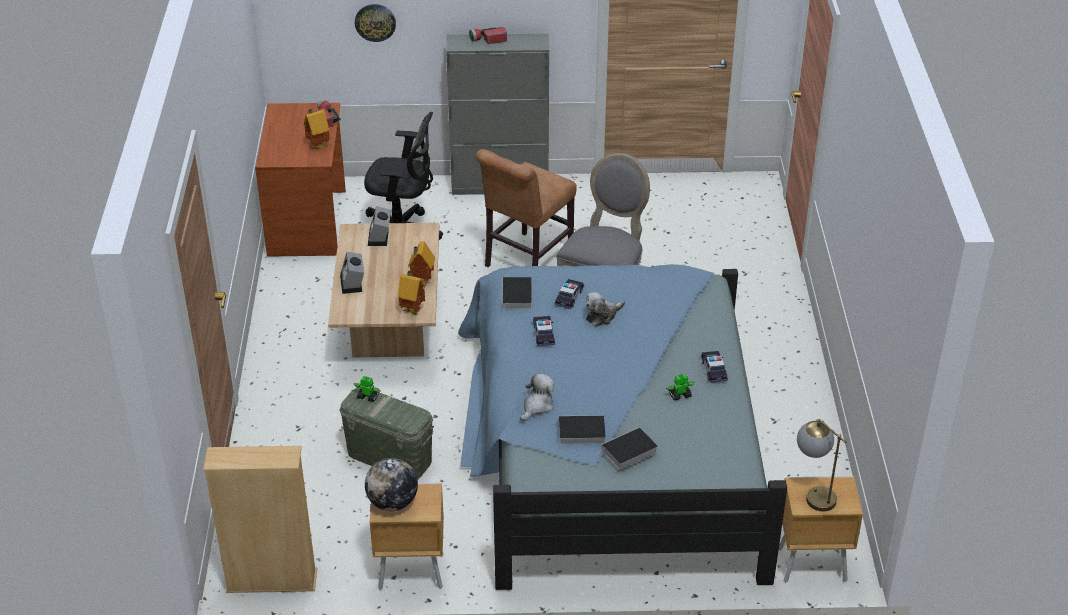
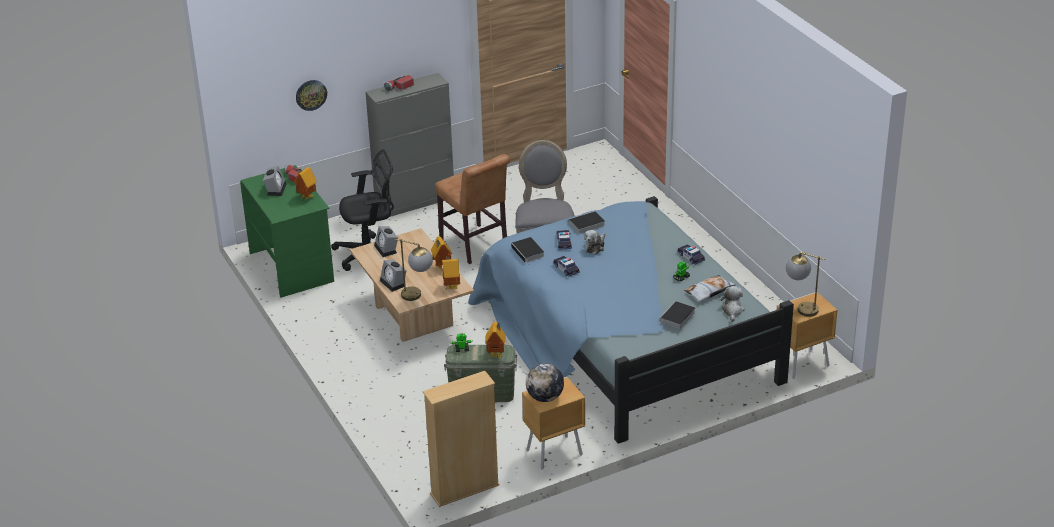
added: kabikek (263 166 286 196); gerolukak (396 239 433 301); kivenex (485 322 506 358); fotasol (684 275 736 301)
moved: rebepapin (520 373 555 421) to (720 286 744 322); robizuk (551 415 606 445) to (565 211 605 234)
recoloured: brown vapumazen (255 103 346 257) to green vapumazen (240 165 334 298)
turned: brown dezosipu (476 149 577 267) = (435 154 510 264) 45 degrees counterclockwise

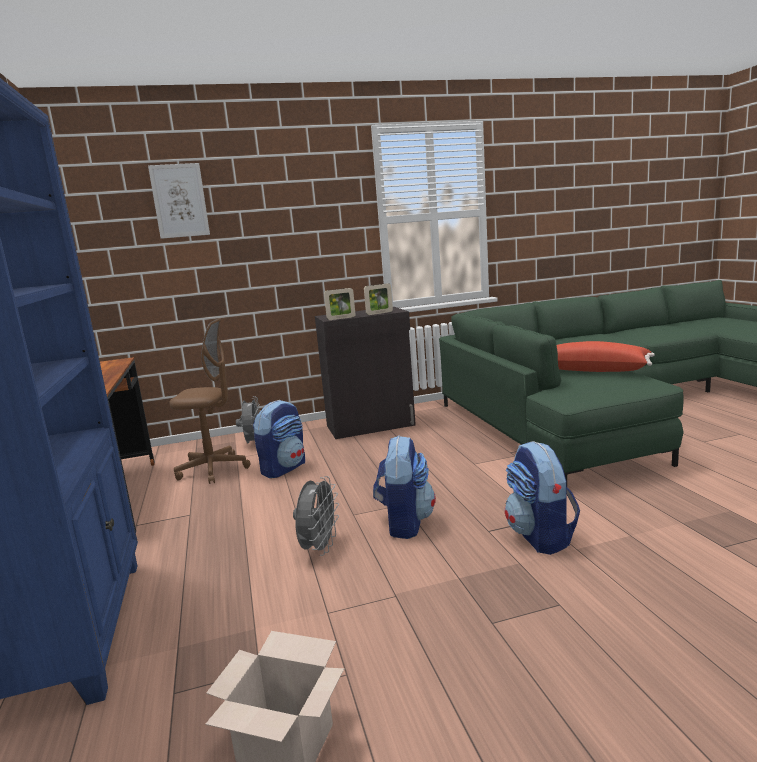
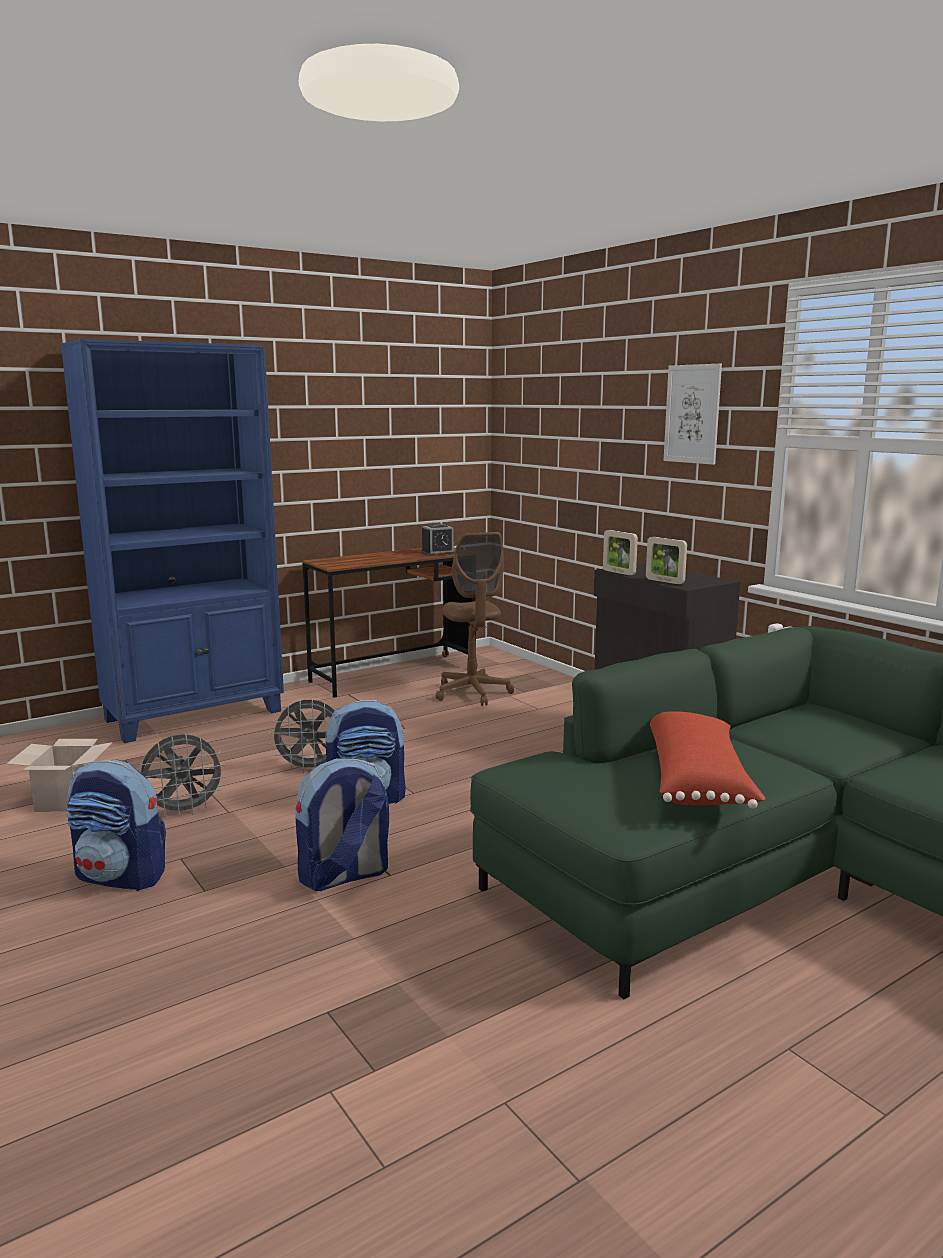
added: kabikek (421 523 455 556)
moved: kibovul (148 163 210 239) to (664 364 722 465); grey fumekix (236 396 261 443) to (140 734 227 817); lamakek (253 400 305 478) to (67 759 166 891)

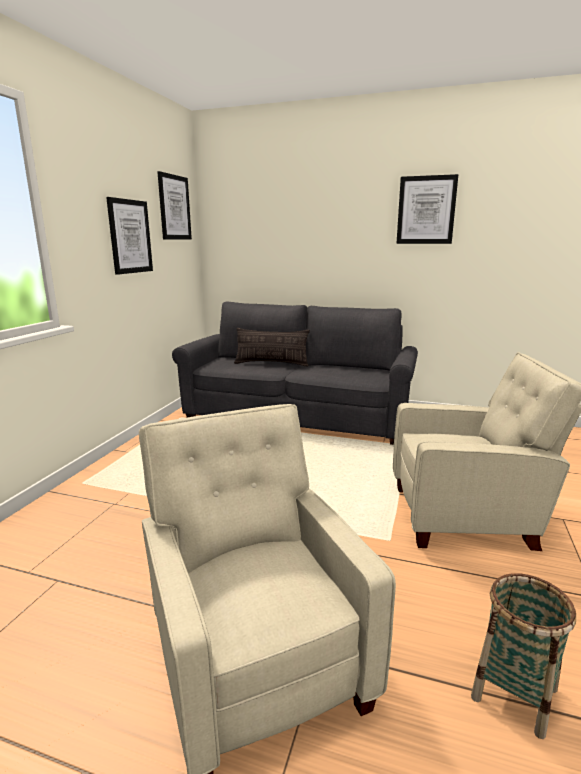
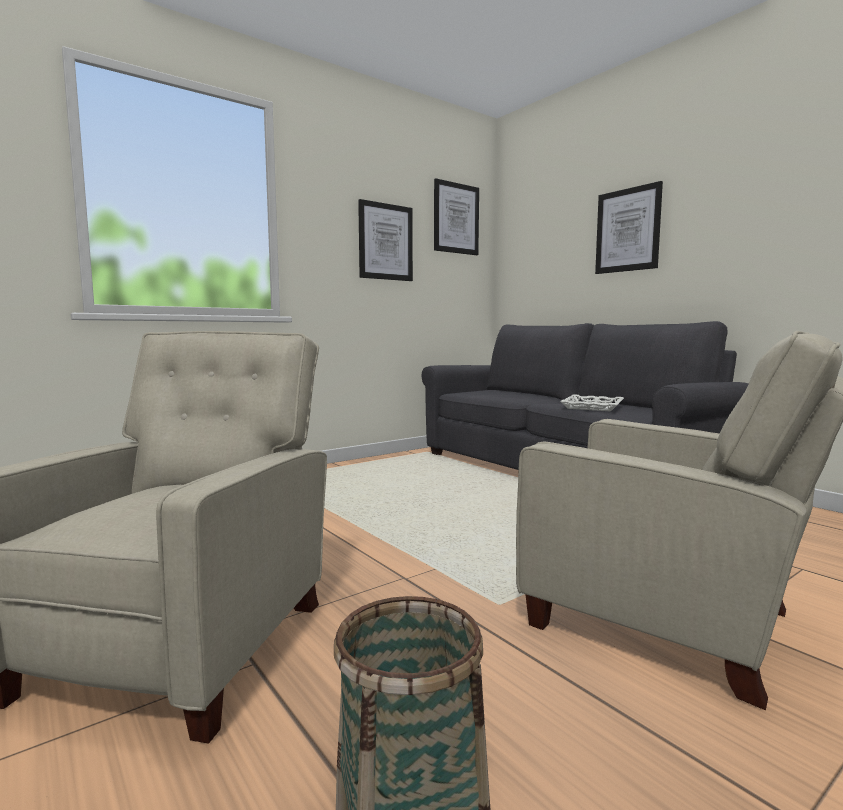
removed: fotasol (234 328 310 366)
added: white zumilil (560 394 624 411)
moved: kibovul (396 174 458 244) to (595 181 663 274)

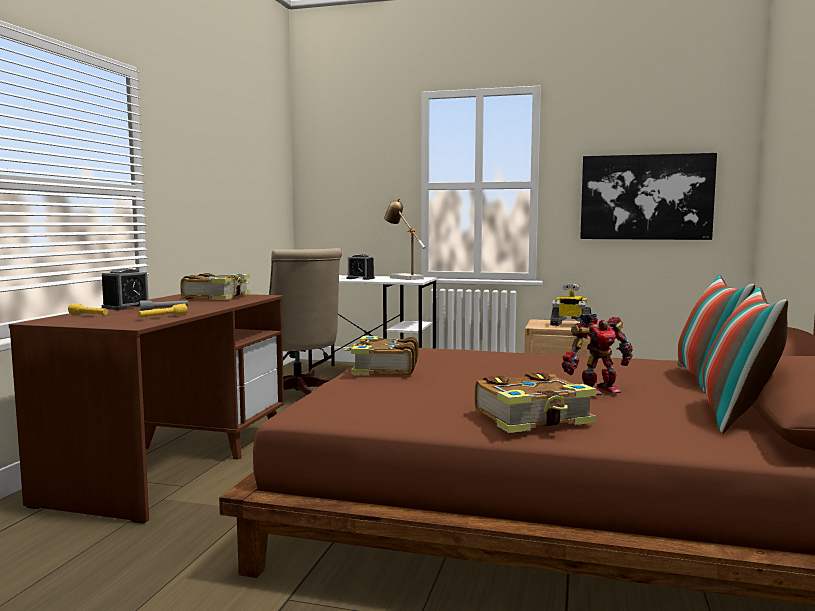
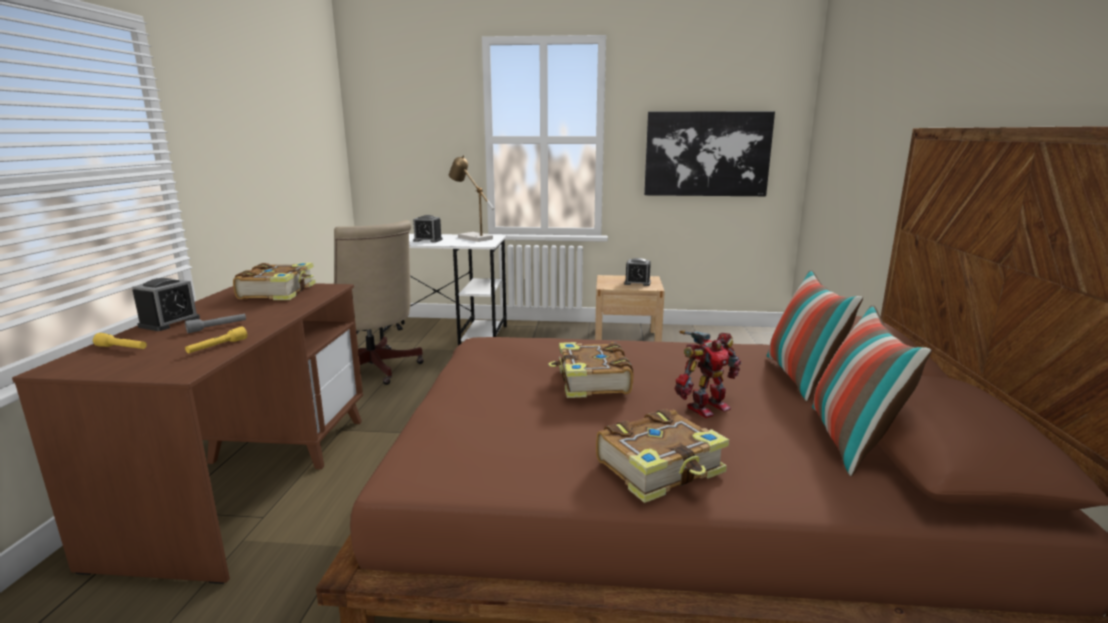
moved: robizuk (344 336 418 375) to (548 342 633 398)
replaced: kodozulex (550 283 591 326) to kabikek (624 258 651 286)

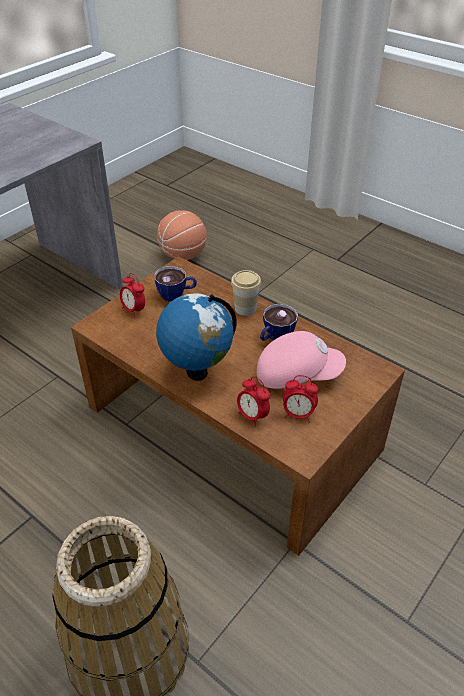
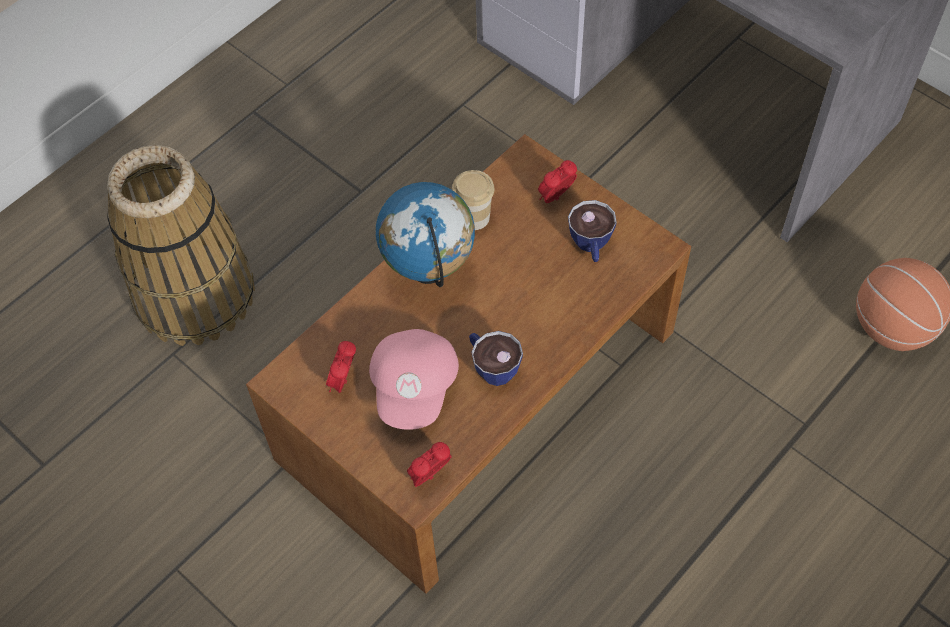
moved: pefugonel (231 270 261 316) to (452 170 494 230); kabikek (237 376 270 427) to (407 442 452 487)

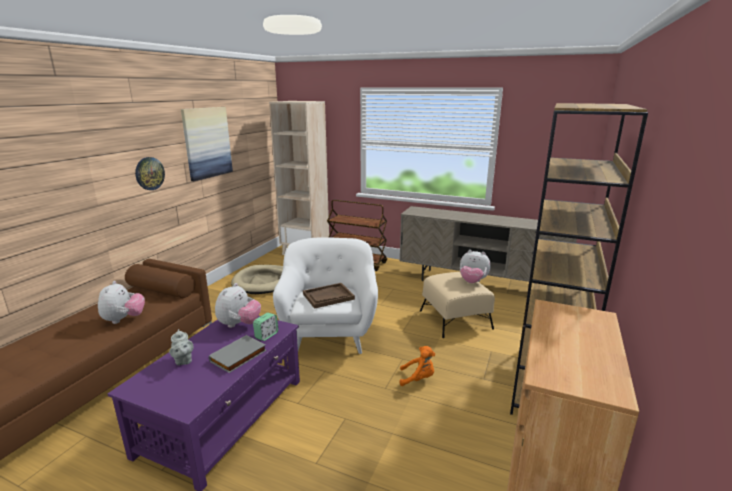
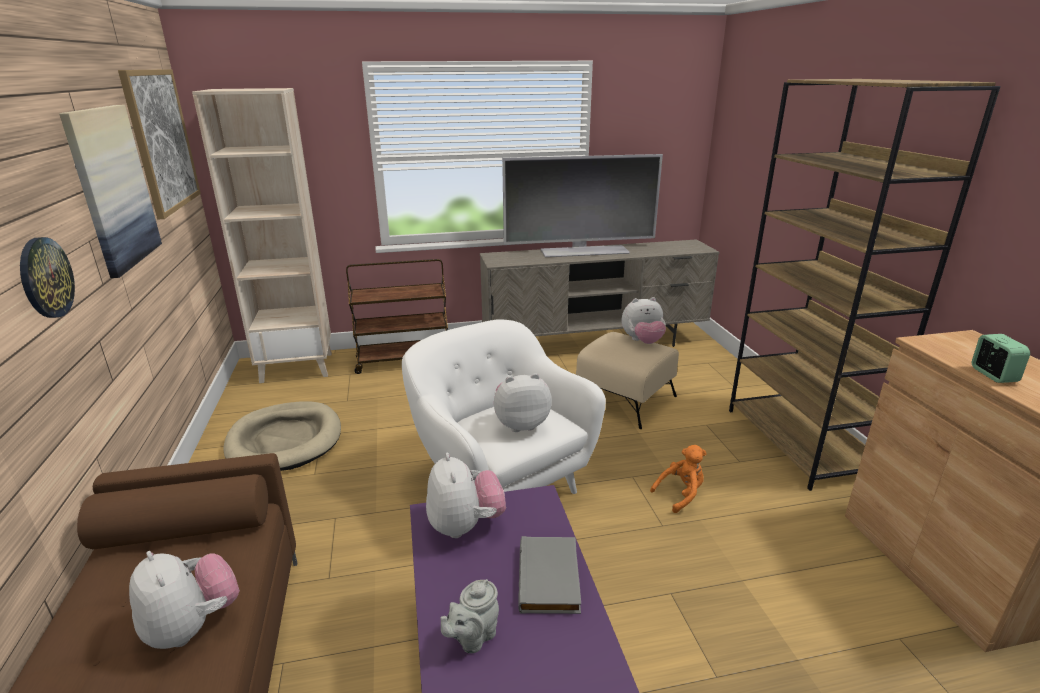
added: kibovul (118 69 201 219); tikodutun (502 154 663 257)
moved: kabikek (253 313 278 341) to (972 334 1030 383)
replaced: brown zumilil (303 283 355 309) to rebepapin (494 373 552 432)
turned: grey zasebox (169 329 194 365) = (441 579 499 653) 105 degrees clockwise

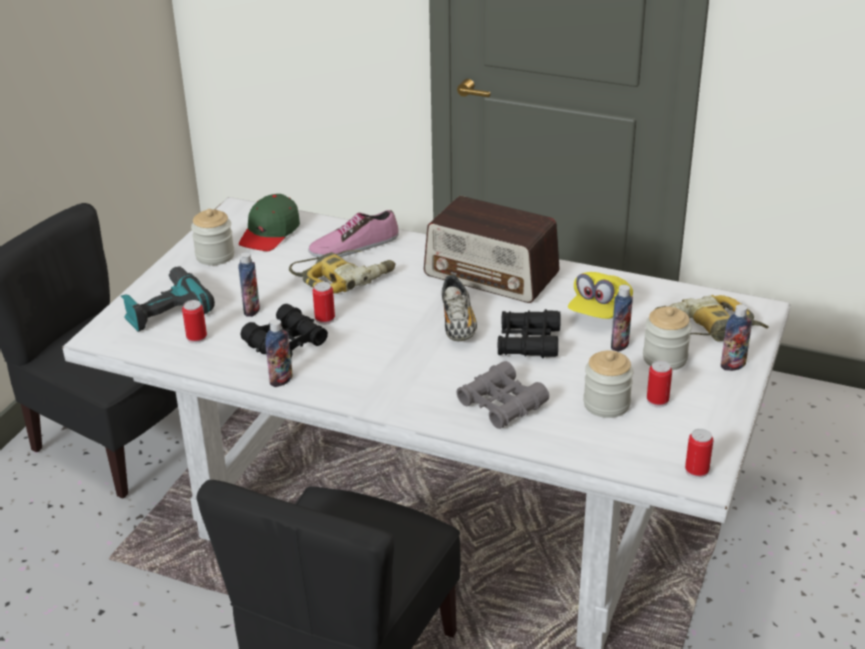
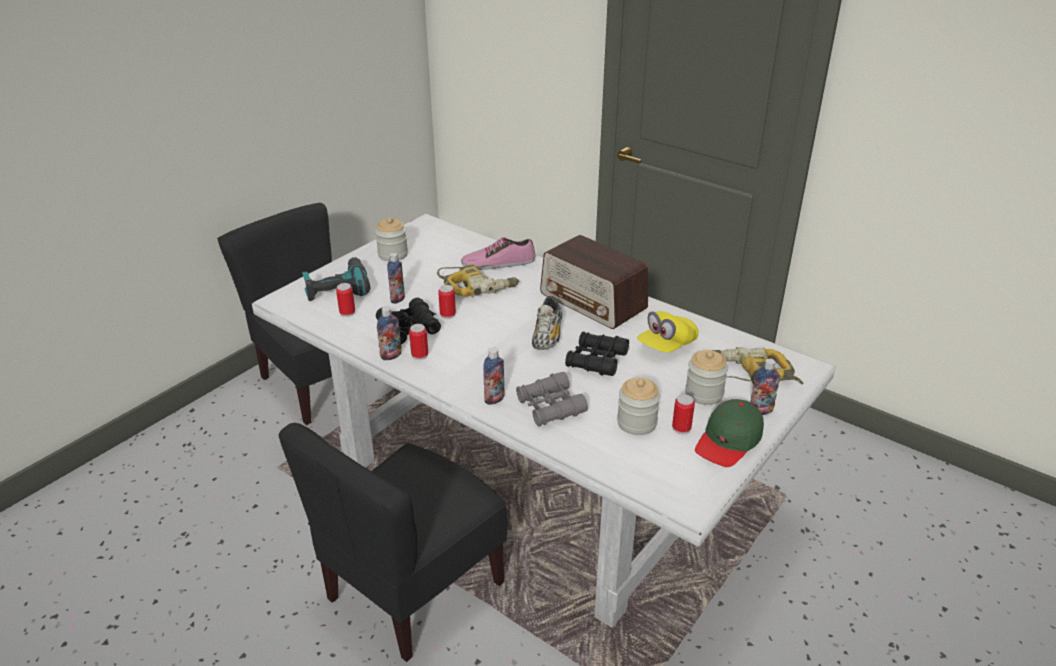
moved: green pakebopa (239 194 300 251) to (695 399 764 467); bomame (611 285 633 352) to (483 348 504 405); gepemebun (685 429 713 479) to (409 324 428 360)

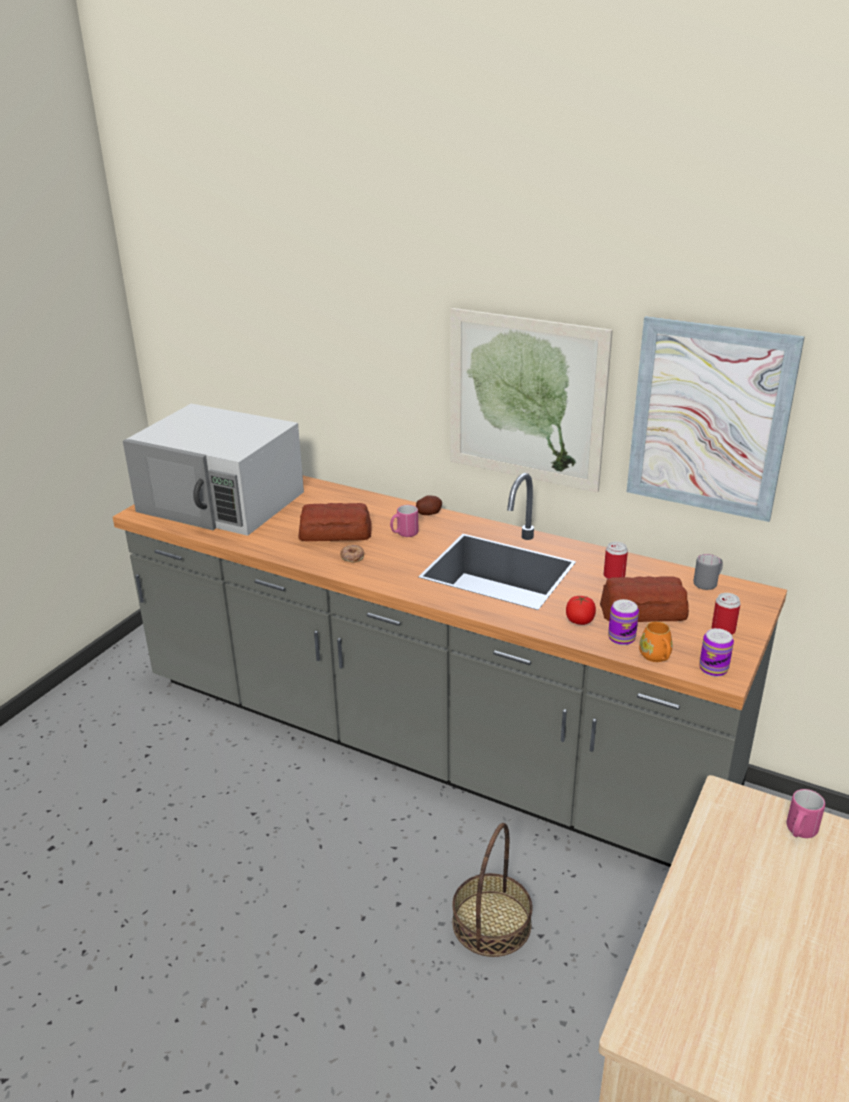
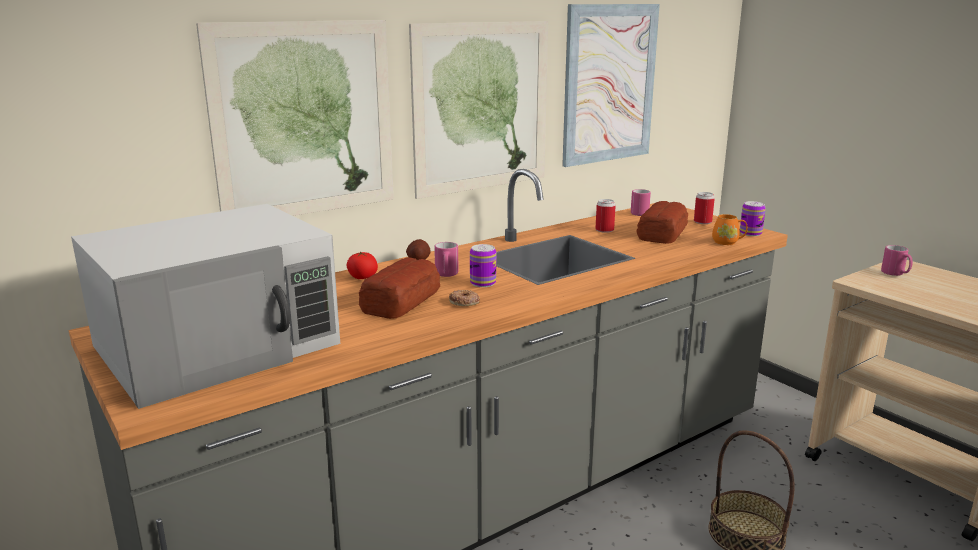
added: kibovul (196 20 394 216)
moved: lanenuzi (566 595 596 625) to (347 251 378 279); gepemebun (608 599 639 645) to (470 244 496 287)
recoloured: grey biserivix (693 554 723 590) to pink biserivix (631 189 651 216)

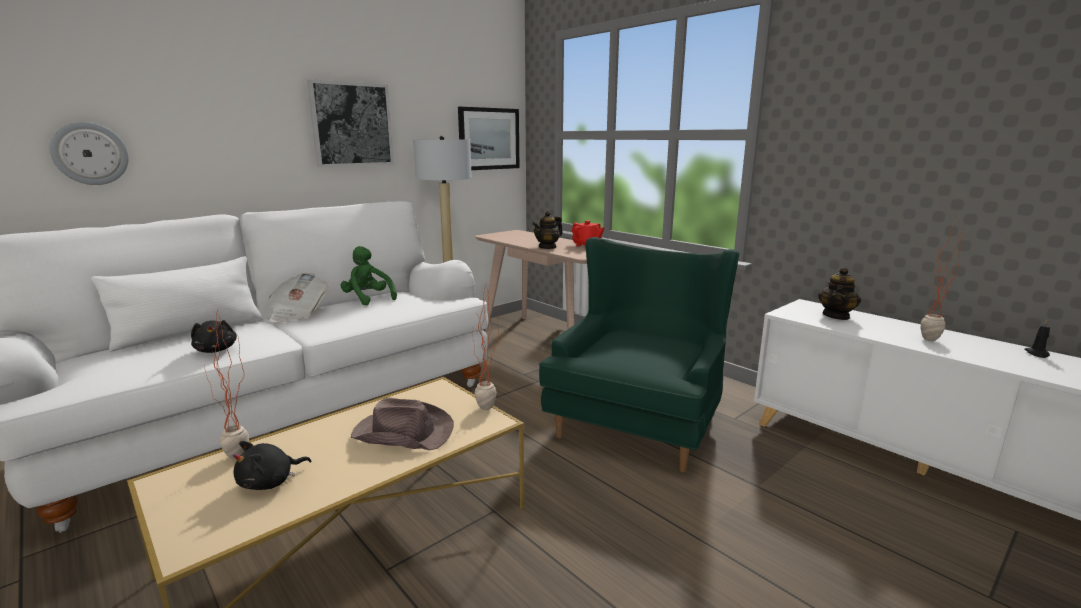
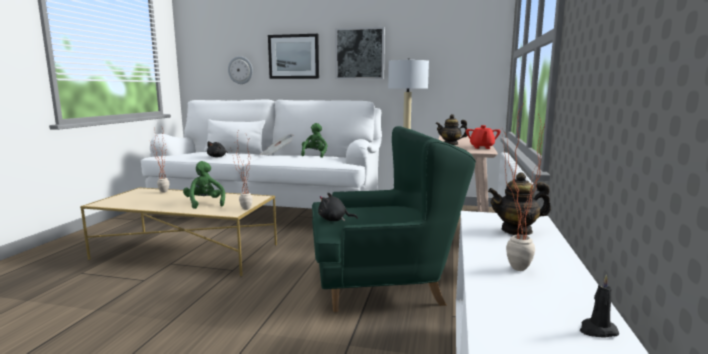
moved: black rebepapin (233 441 311 490) to (318 193 358 221); kibovul (458 107 519 170) to (268 34 319 79)
replaced: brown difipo (351 397 454 450) to green rebepapin (183 161 225 209)

